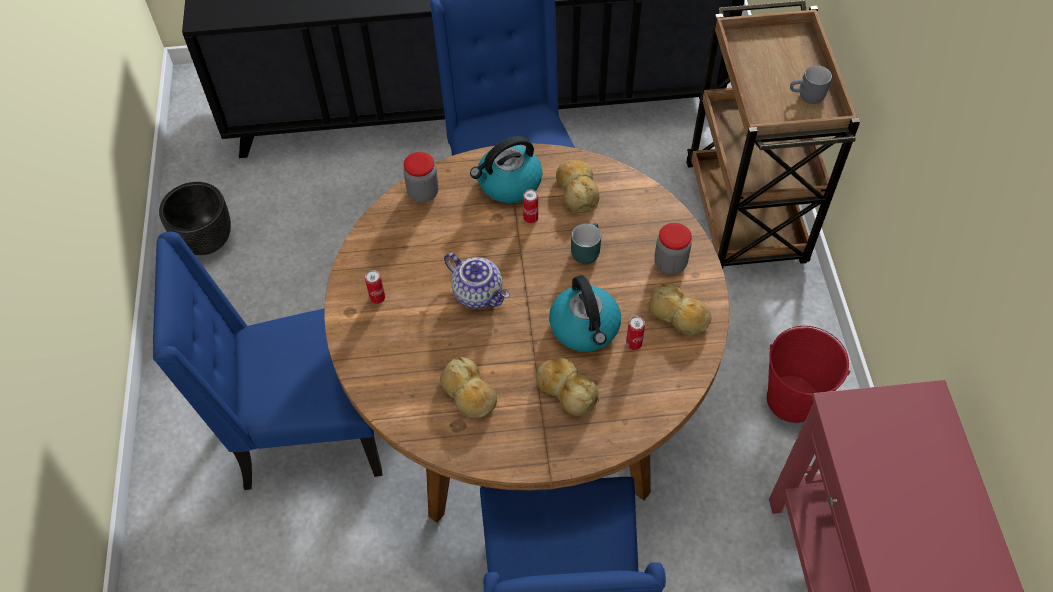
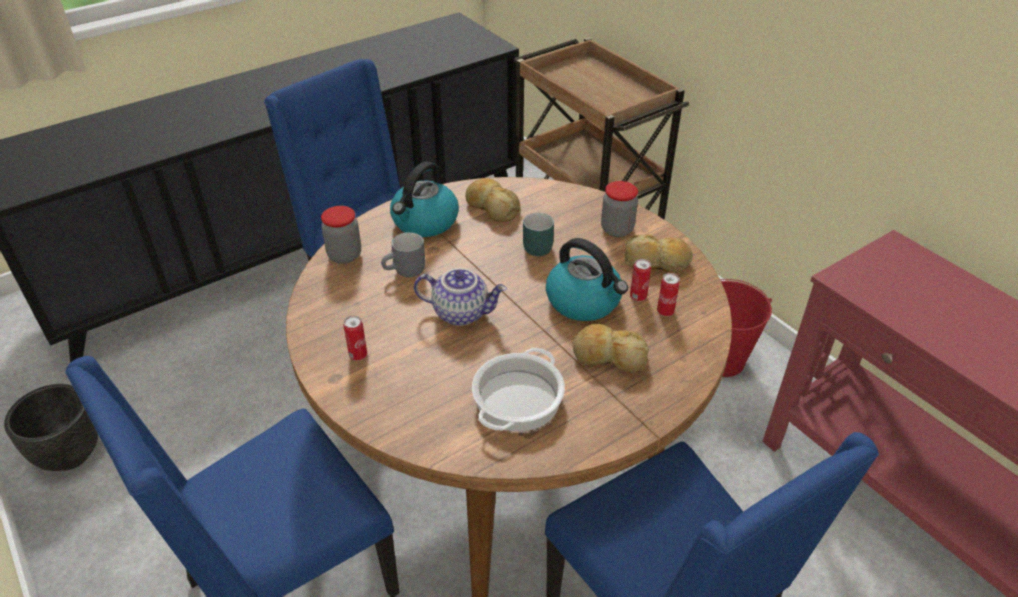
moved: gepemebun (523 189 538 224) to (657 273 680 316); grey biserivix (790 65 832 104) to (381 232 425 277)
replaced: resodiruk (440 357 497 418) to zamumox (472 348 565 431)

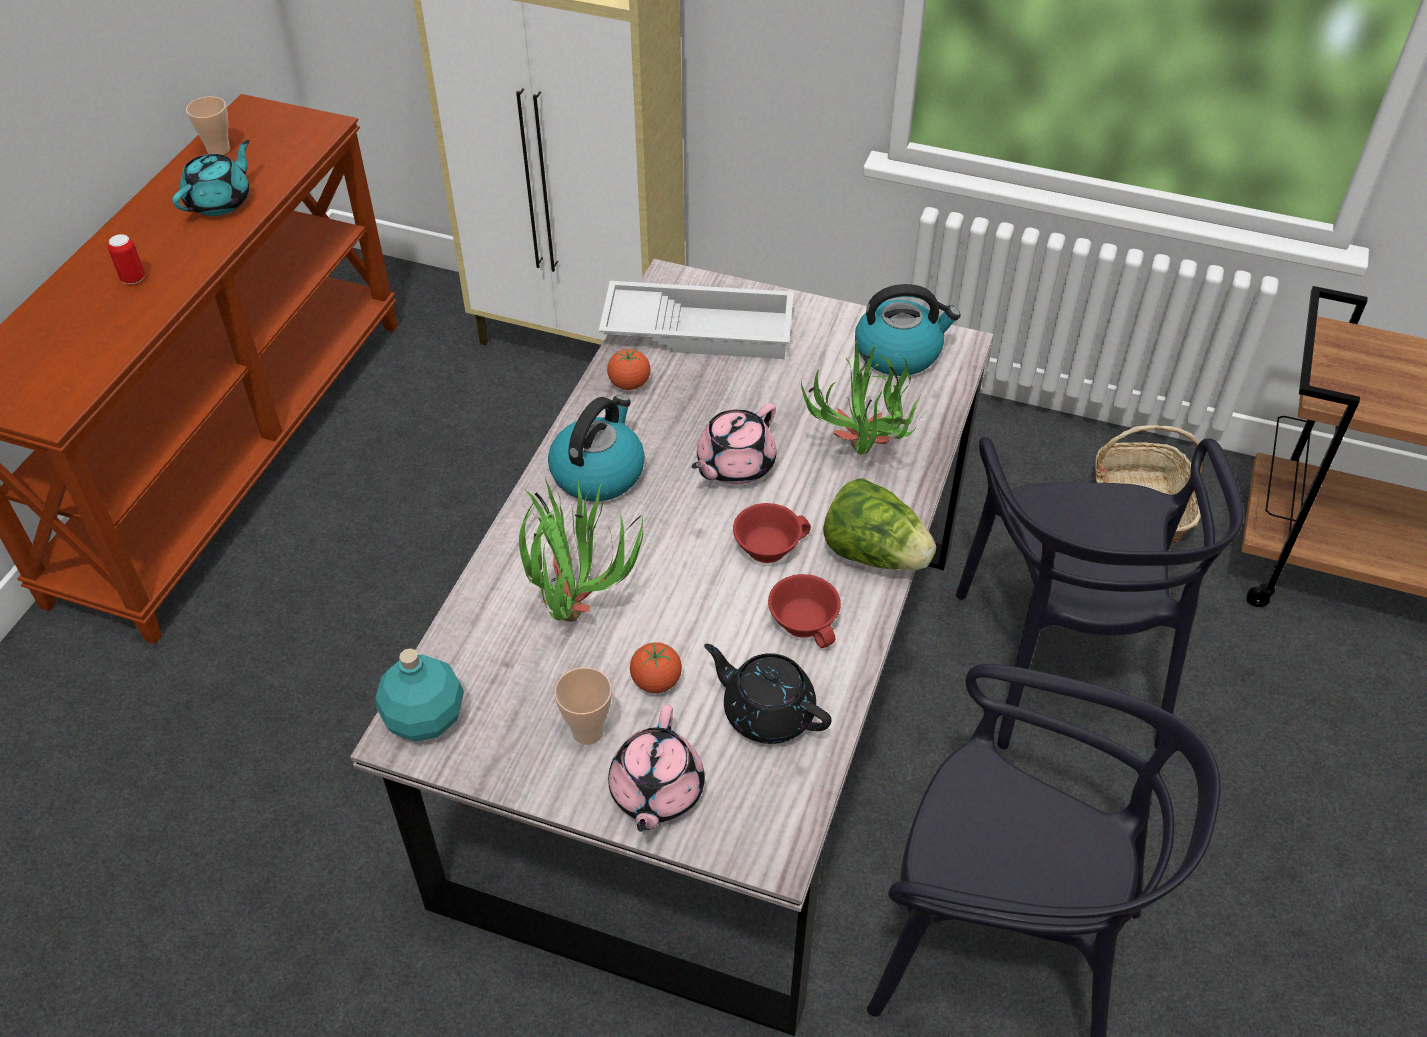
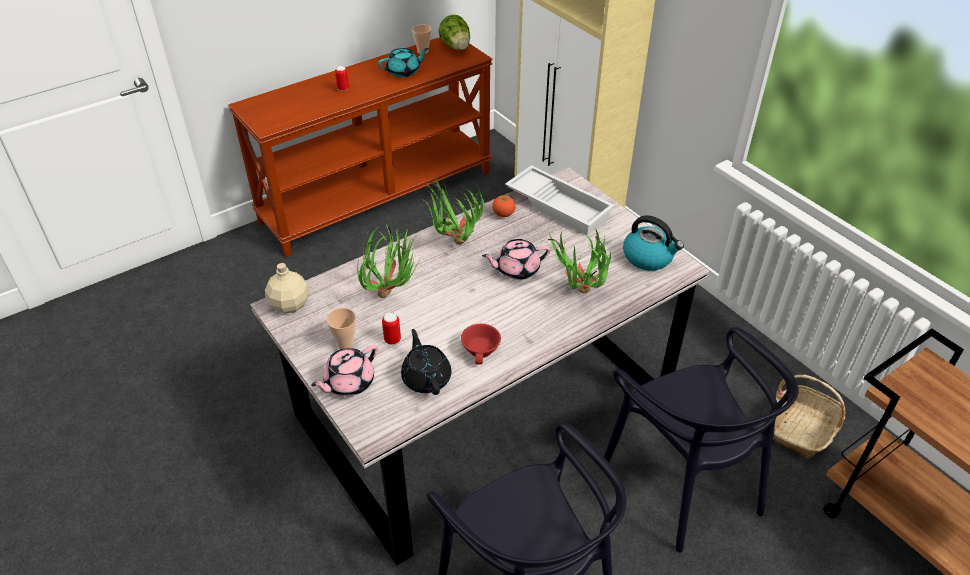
removed: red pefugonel (733 503 811 563)
moved: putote (823 478 936 570) to (439 14 470 50)
replaced: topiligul (548 396 645 501) to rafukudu (424 176 484 245); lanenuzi (630 642 682 693) to gepemebun (382 313 401 345)
recoloured: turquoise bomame (375 648 464 741) to beige bomame (265 263 309 314)
turned: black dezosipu (956 437 1243 749) = (604 327 799 553) 60 degrees counterclockwise

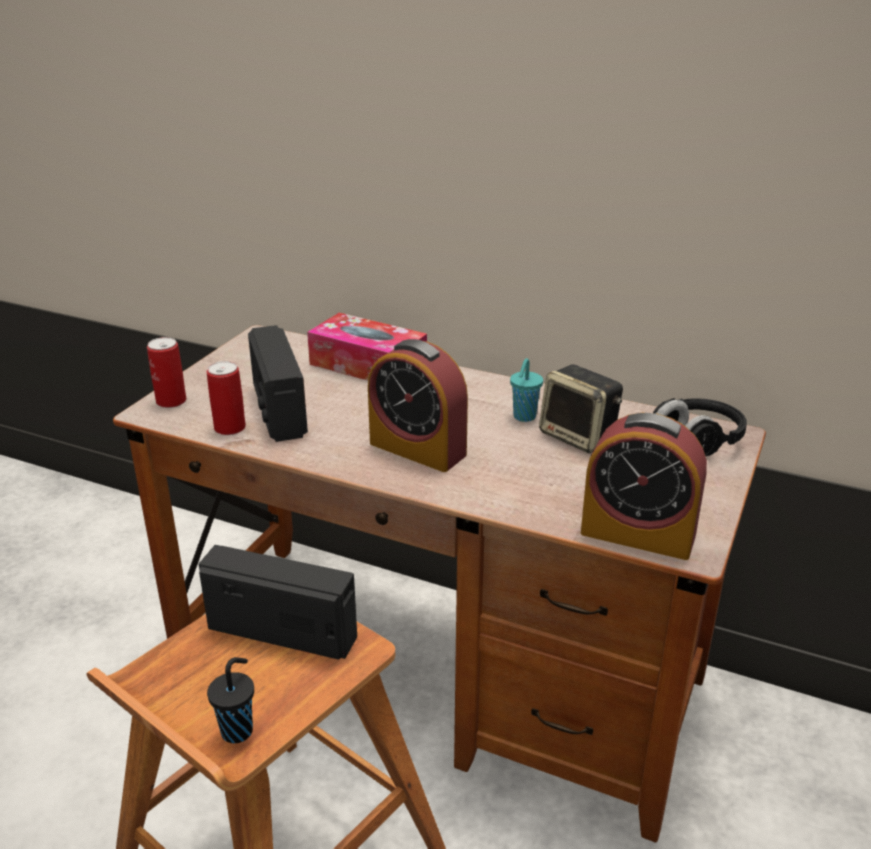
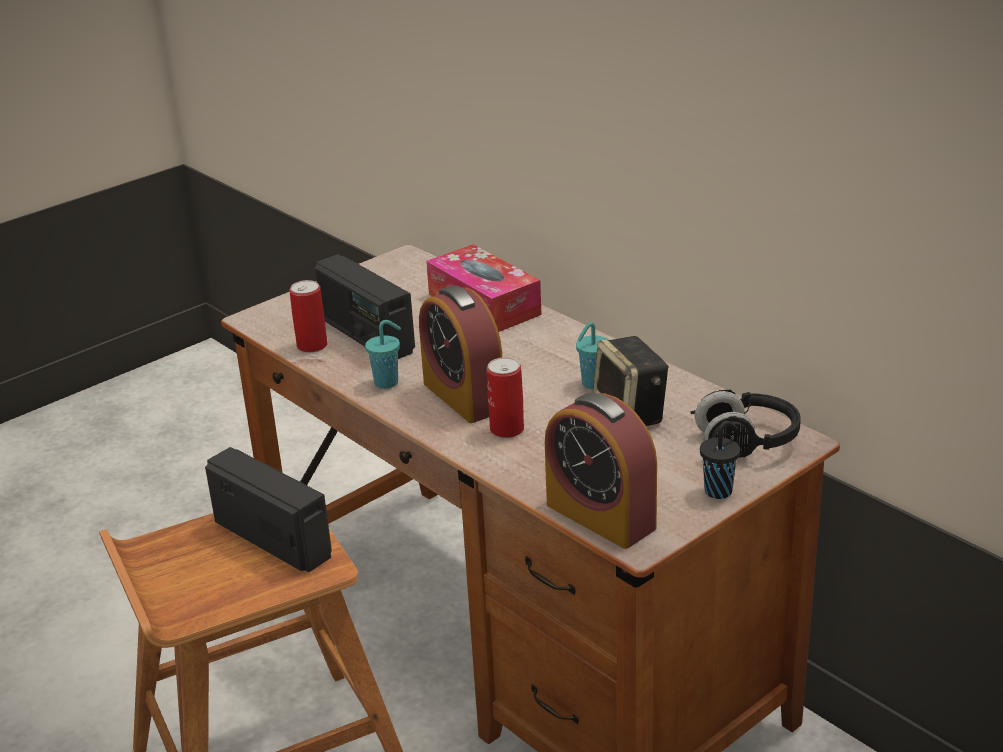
added: turquoise pefugonel (365 320 401 389)
moved: gepemebun (147 337 186 408) to (487 357 524 438); black pefugonel (207 657 254 743) to (700 421 740 499)
turned: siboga (248 325 308 442) = (315 254 415 359) 45 degrees counterclockwise

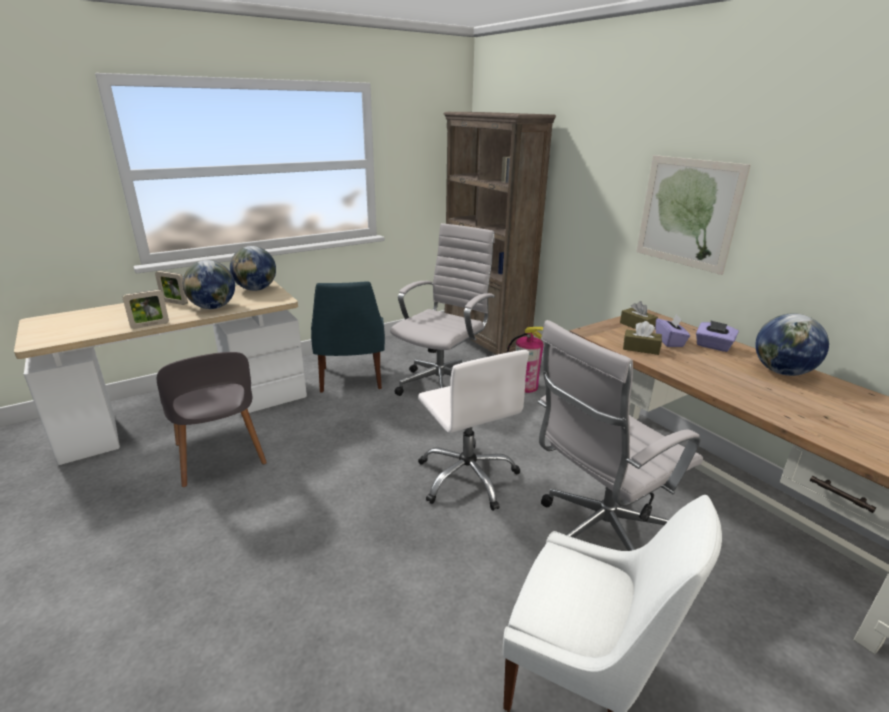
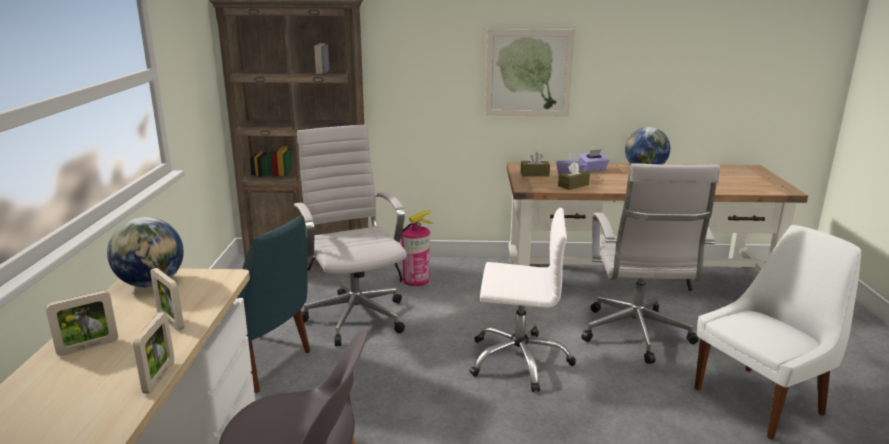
replaced: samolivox (183 260 235 309) to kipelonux (150 268 184 331)

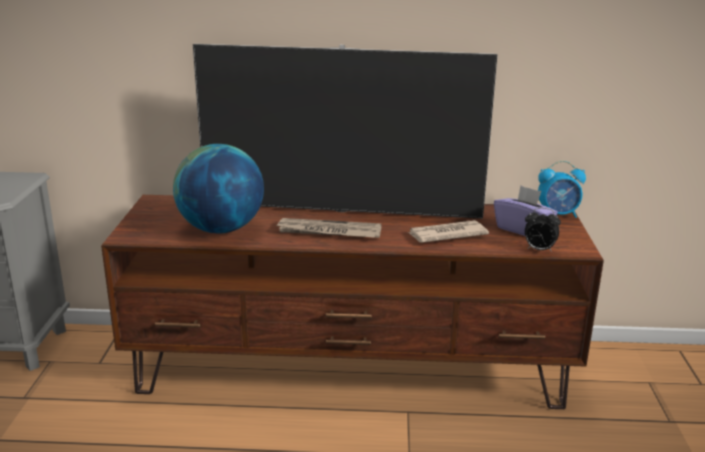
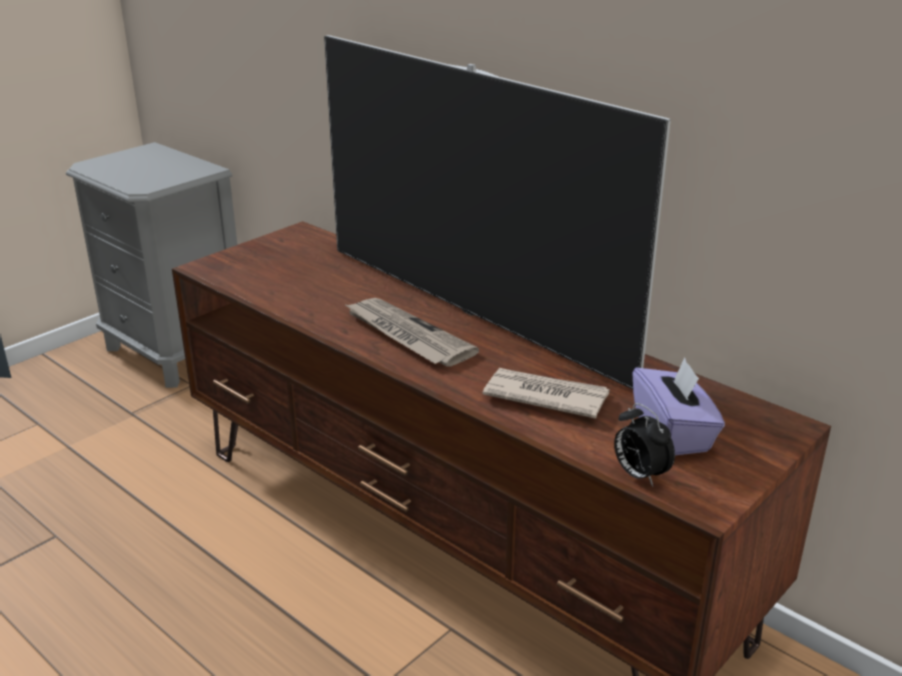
removed: samolivox (173 144 264 233); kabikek (538 161 586 218)

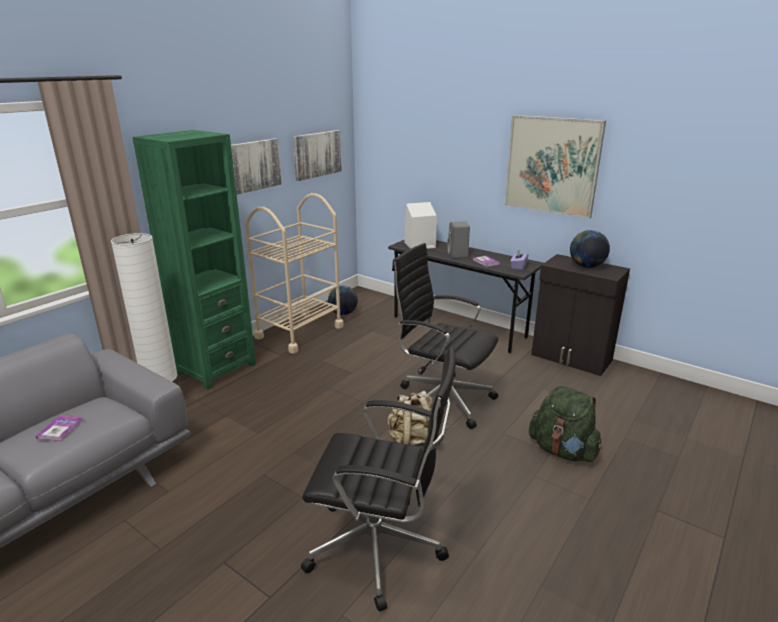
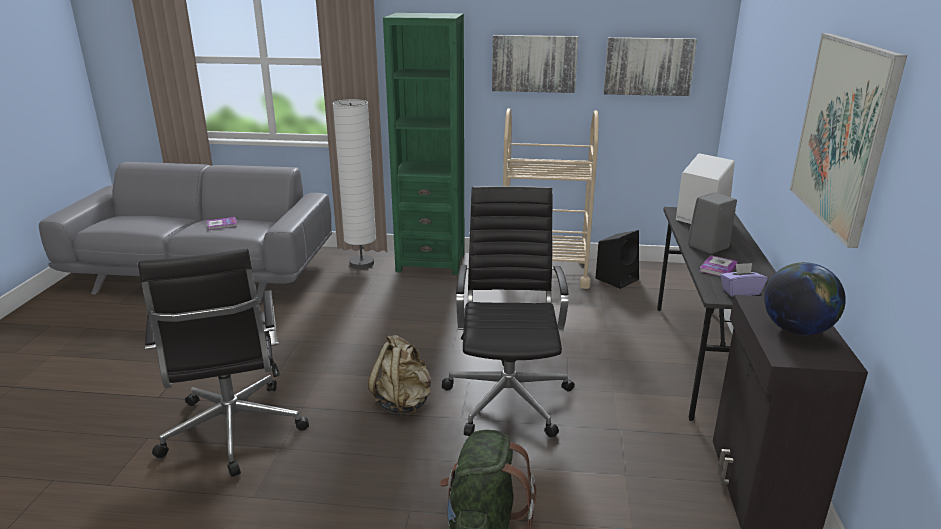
replaced: samolivox (328 286 358 315) to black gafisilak (595 230 639 289)

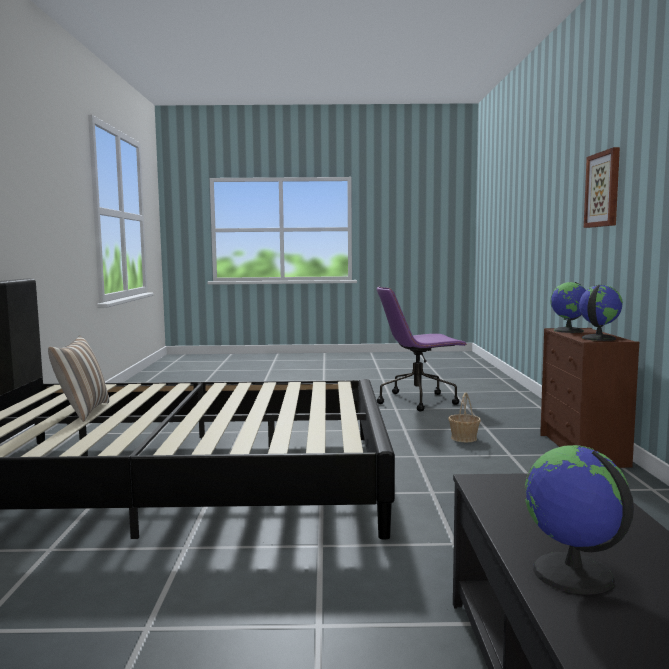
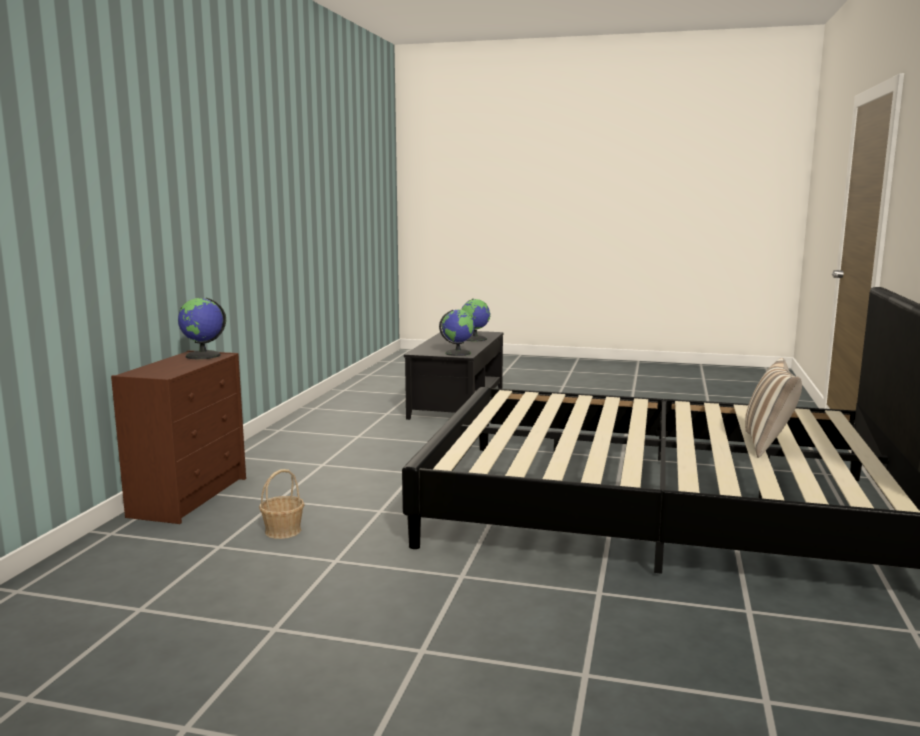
removed: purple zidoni (377 286 467 412); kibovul (584 147 620 228)
moved: samolivox (550 282 586 333) to (439 309 474 356)

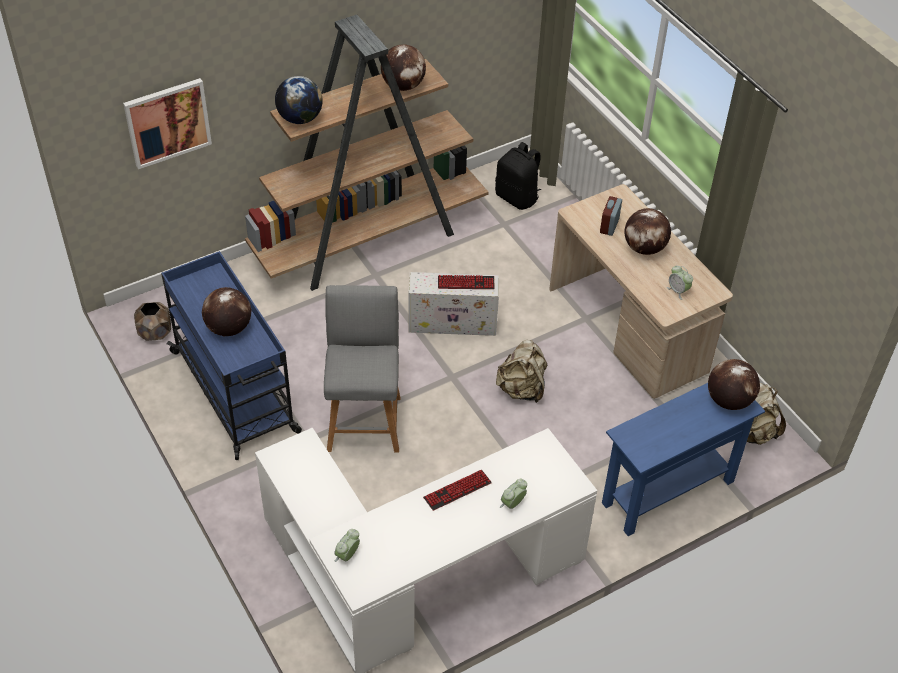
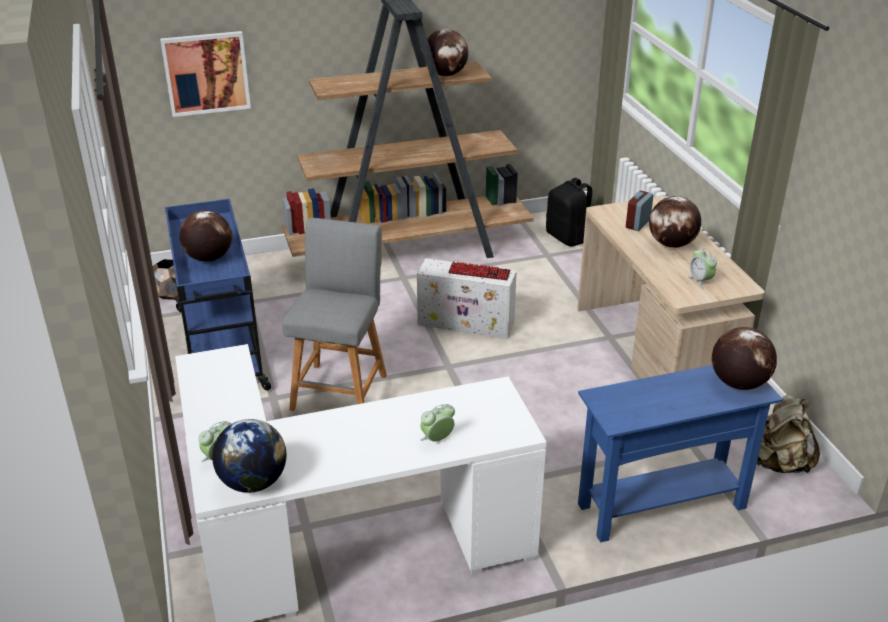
removed: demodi (423 470 492 511); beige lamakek (496 340 547 403)
moved: samolivox (275 76 323 124) to (212 419 287 493)

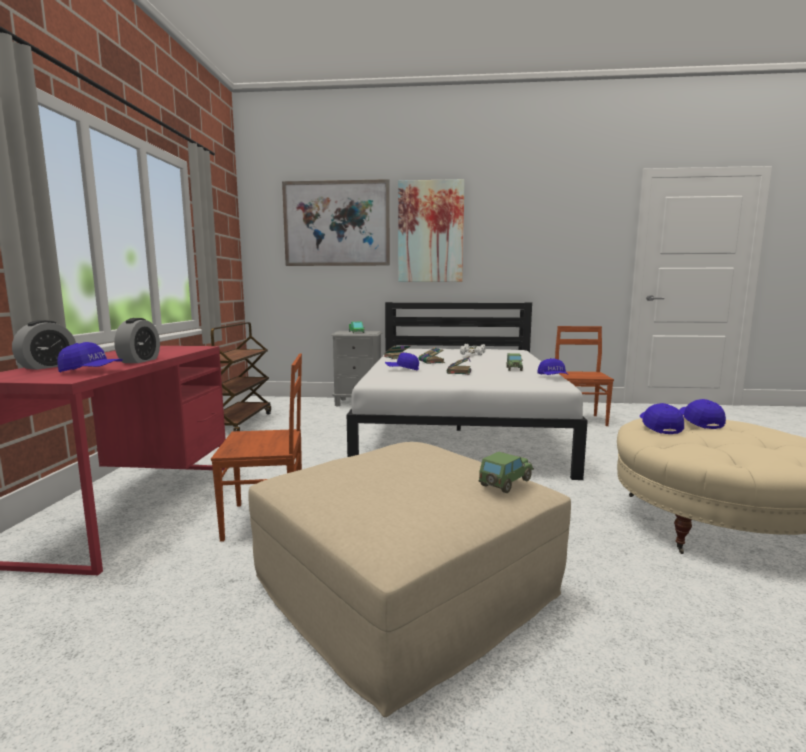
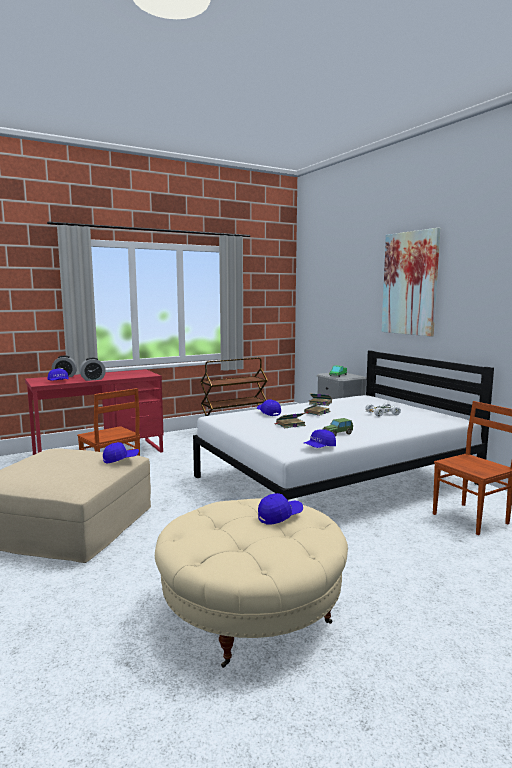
removed: kibovul (282 179 390 266); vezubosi (478 451 534 493)
moved: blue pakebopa (640 403 684 434) to (103 442 139 464)

